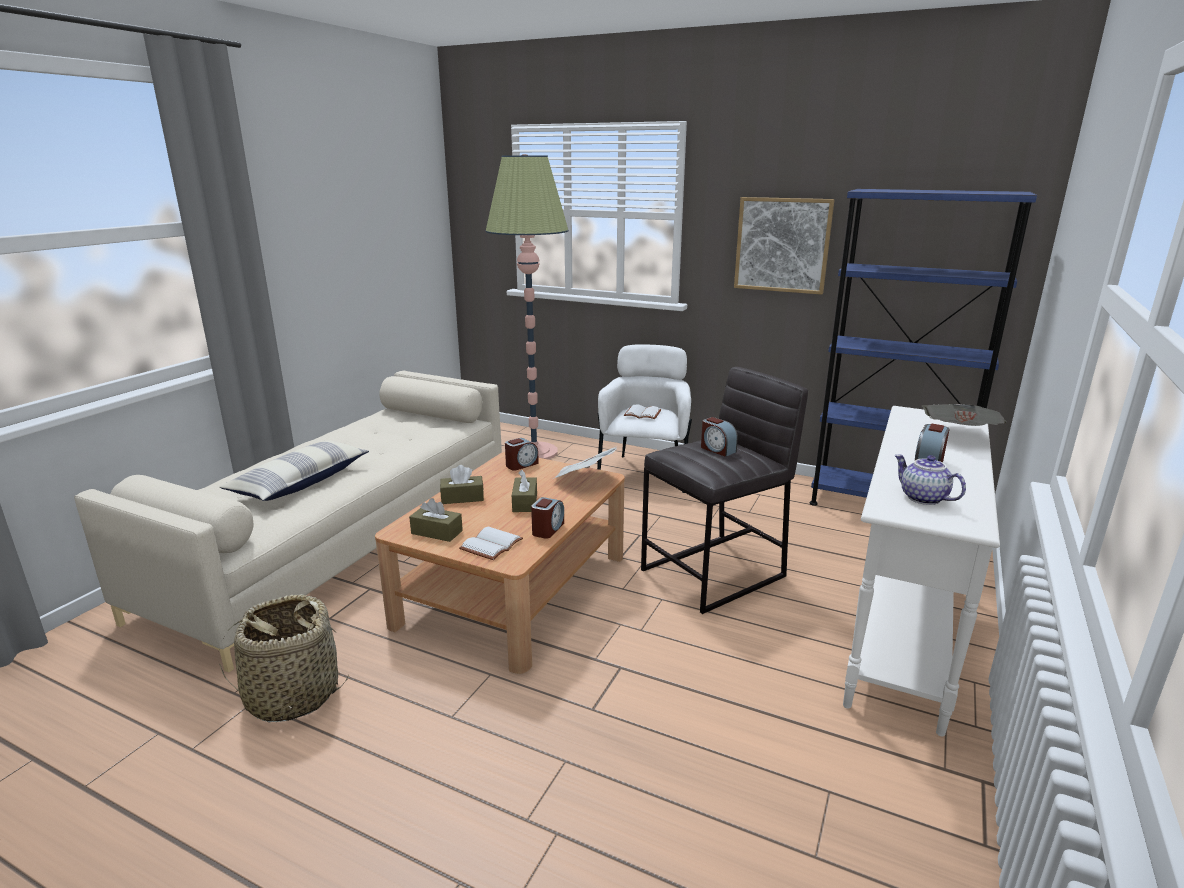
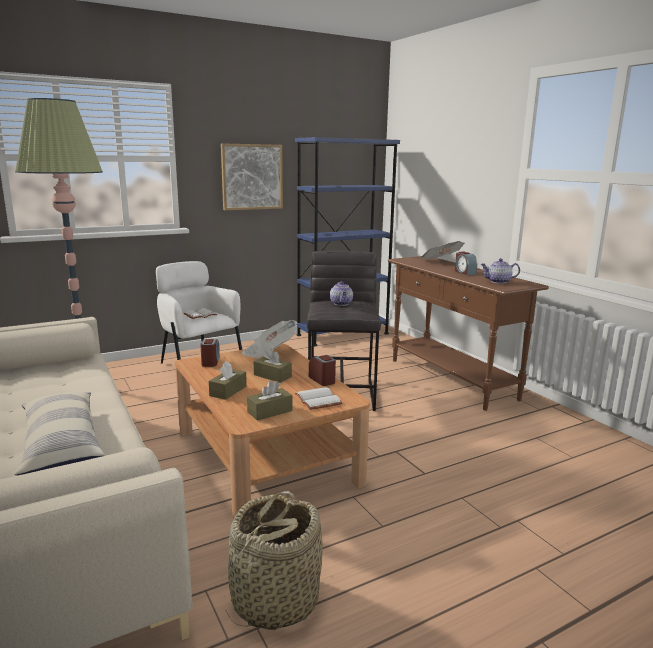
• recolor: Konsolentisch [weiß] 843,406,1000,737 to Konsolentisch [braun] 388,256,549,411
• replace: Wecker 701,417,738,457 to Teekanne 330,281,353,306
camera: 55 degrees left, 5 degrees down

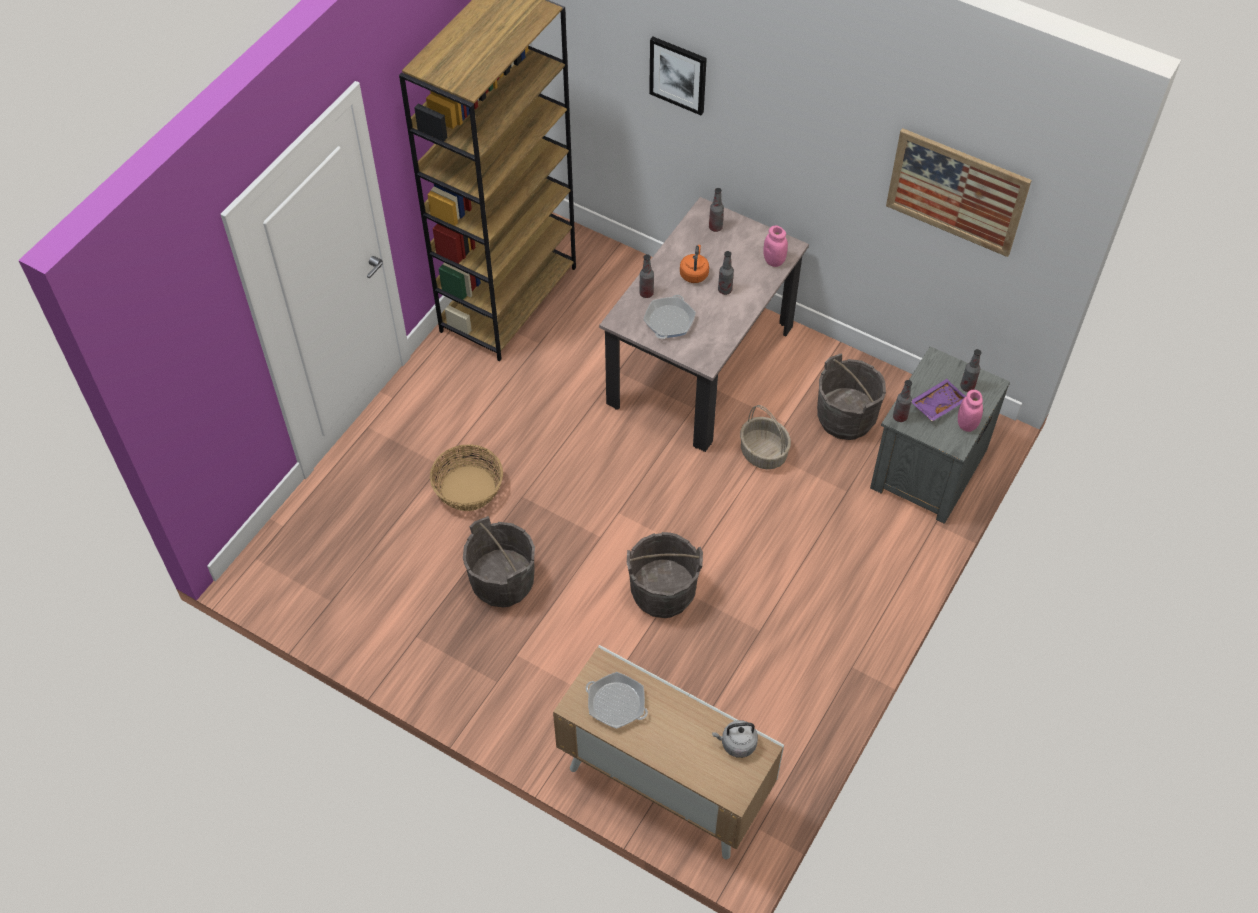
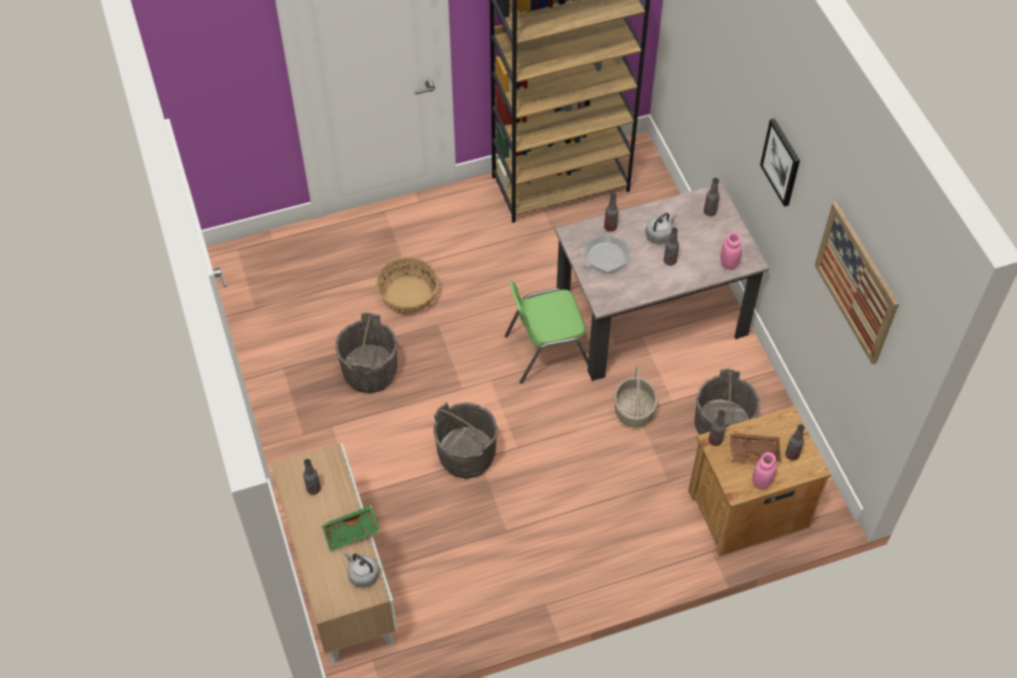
• move: Bild 649,37,707,115 to 760,118,800,207
• recolor: Wasserkessel [orange] 680,245,709,283 to Wasserkessel [grau] 646,213,677,244
• recolor: Nachttisch [grau] 870,346,1010,524 to Nachttisch [braun] 688,406,831,556
• recolor: Tablett [lila] 911,379,966,421 to Tablett [braun] 730,433,782,464
• replace: Pfanne 586,672,648,729 to Flasche 303,459,321,495
• insert: Stuhl [grün] 505,280,588,384
• insert: Tablett [grün] 322,505,380,551
camera: 40 degrees right, 0 degrees up

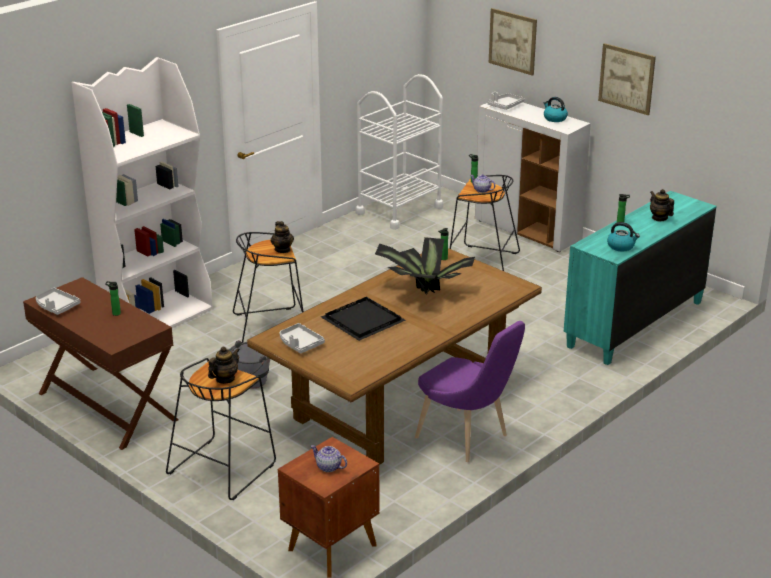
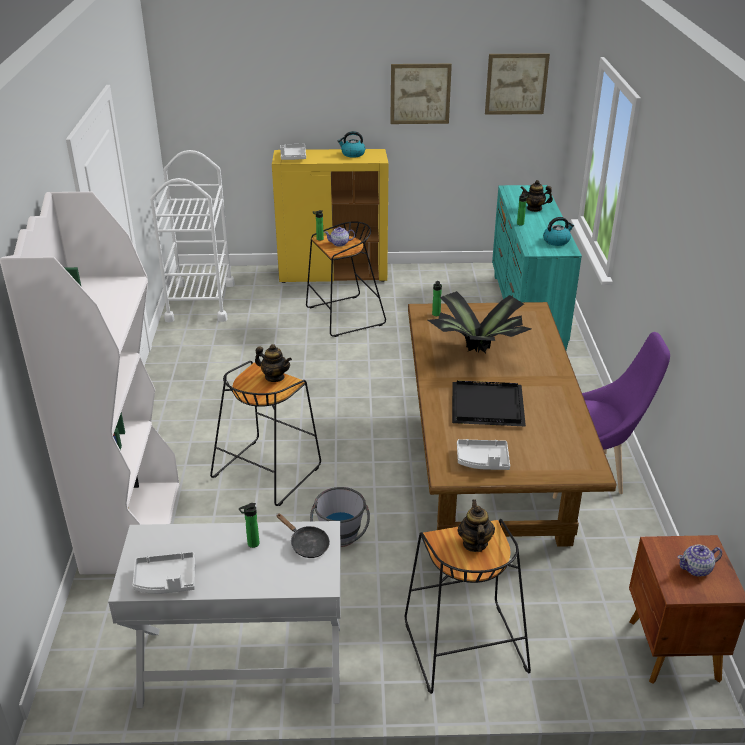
• move: Bild 489,8,537,76 to 485,53,550,115
• recolor: Schrank [weiß] 475,102,591,252 to Schrank [gelb] 272,149,389,283
• recolor: Konsolentisch [braun] 23,277,179,450 to Konsolentisch [weiß] 108,521,341,708
• insert: Pfanne [schwarz] 276,513,330,558
camera: 45 degrees left, 5 degrees up

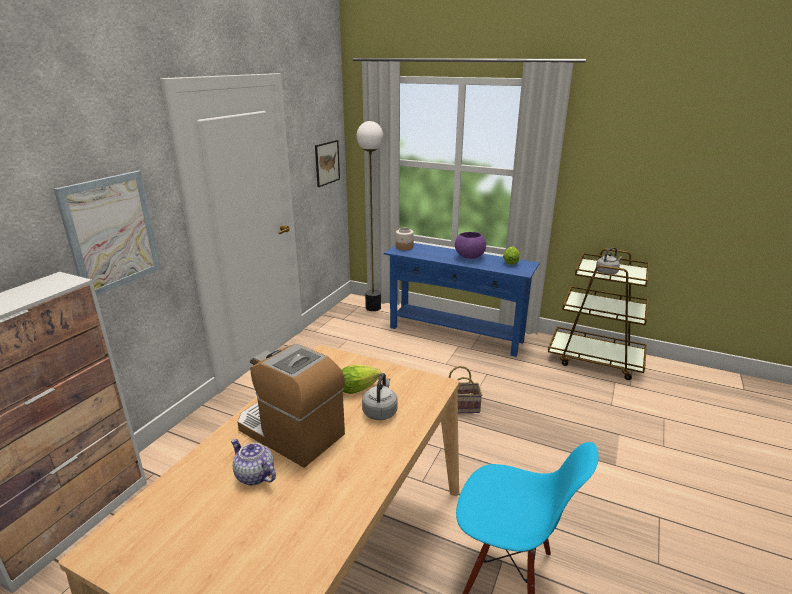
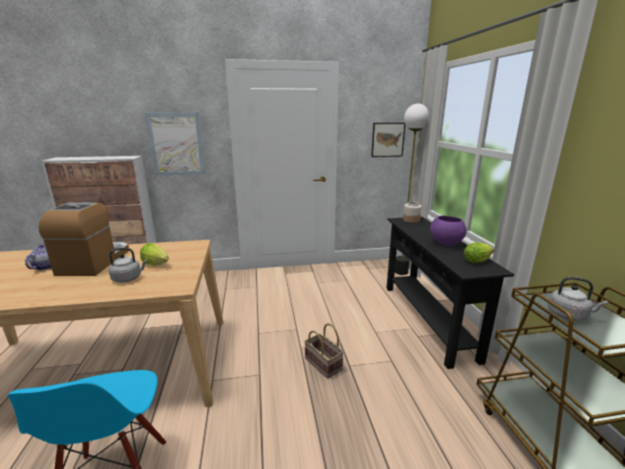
• recolor: Konsolentisch [blau] 384,243,540,357 to Konsolentisch [schwarz] 386,217,514,369
camera: 55 degrees right, 5 degrees down

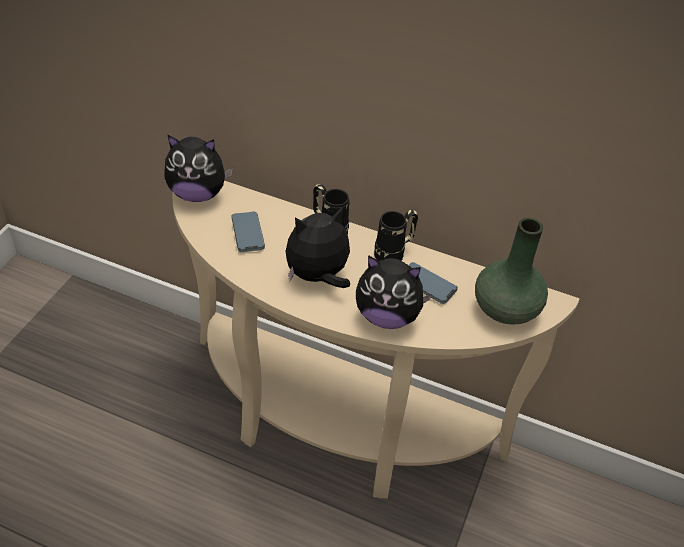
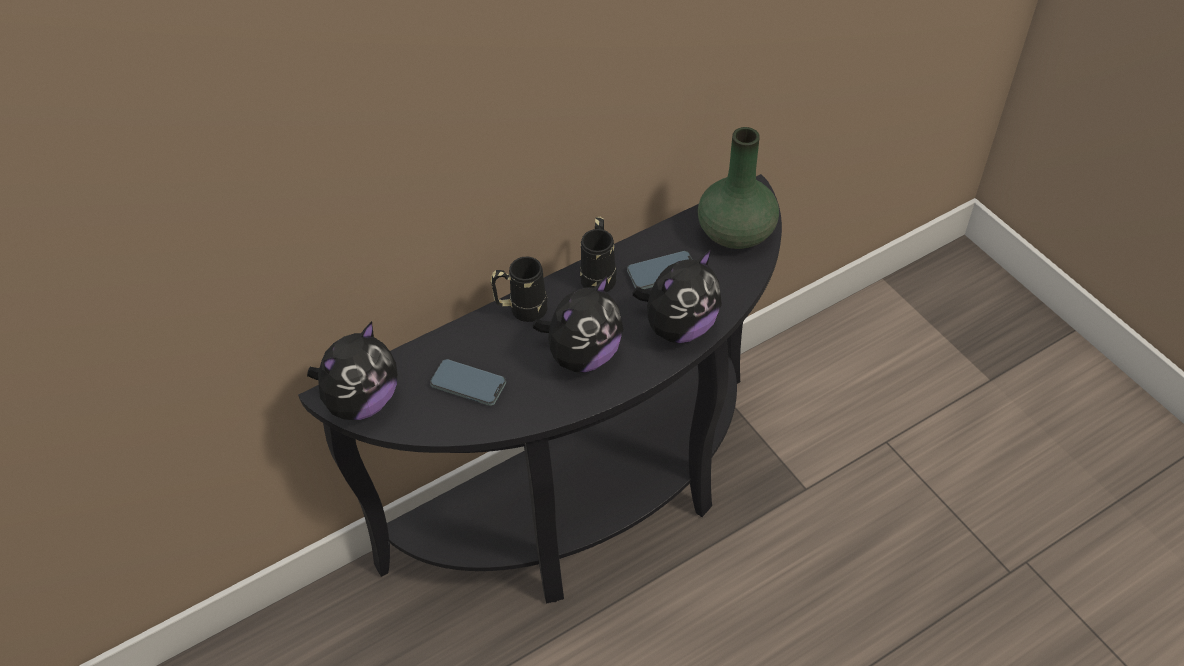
• recolor: Konsolentisch [beige] 172,181,580,499 to Konsolentisch [schwarz] 298,174,782,603
• rotate: Plüschtier 285,207,350,288 = 532,275,623,372 150 degrees counterclockwise
camera: 50 degrees left, 5 degrees up

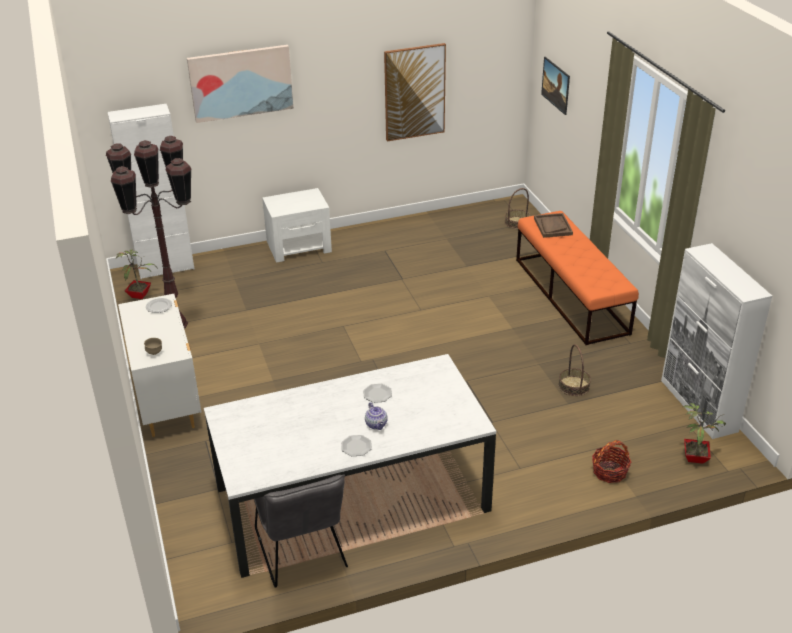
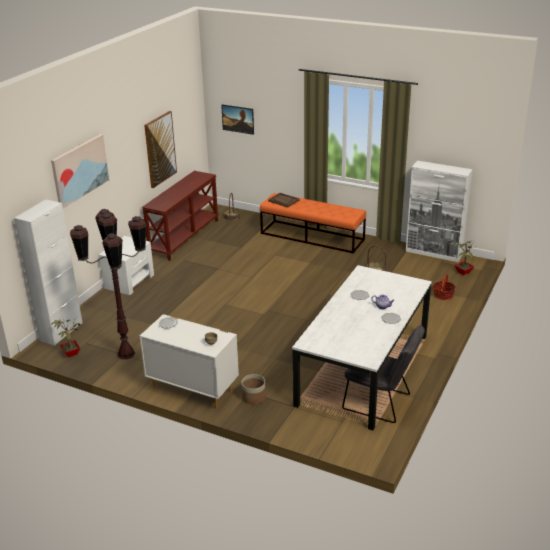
• insert: Konsolentisch [braun] 142,171,219,261
• insert: Pflanzkübel 241,374,266,404
camera: 45 degrees left, 5 degrees down

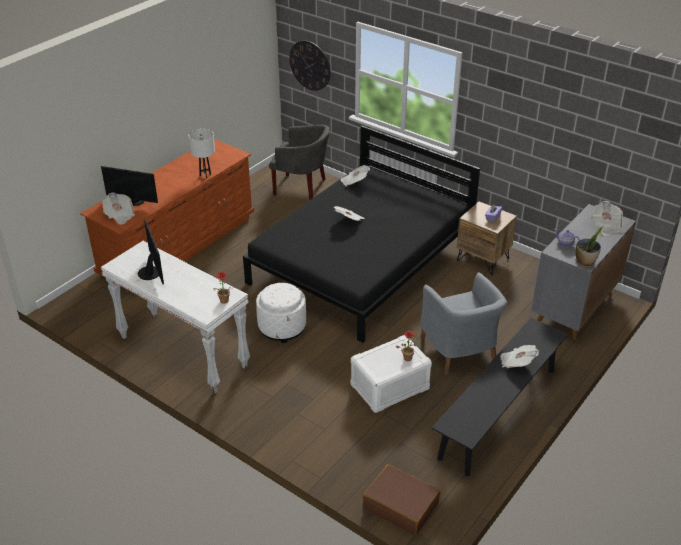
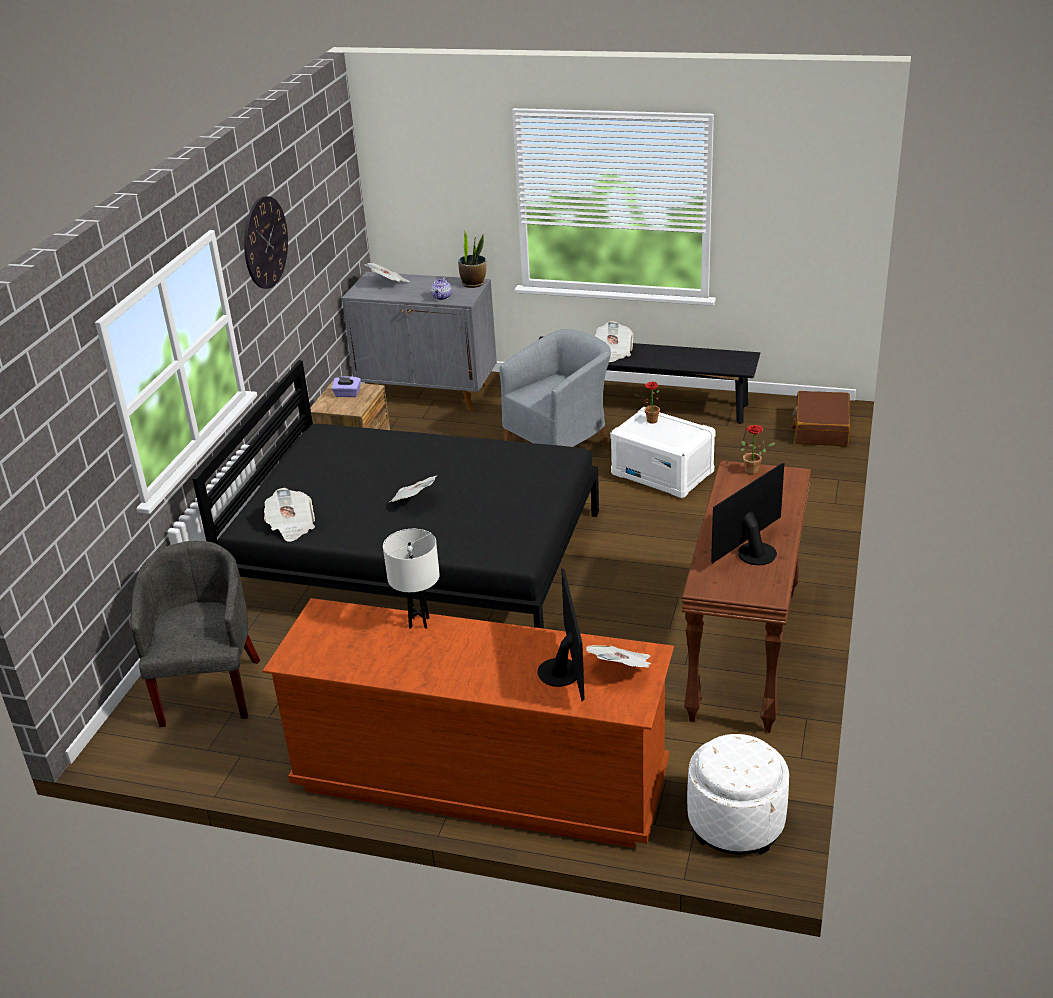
• move: Wanduhr 289,40,331,91 to 244,196,288,289
• recolor: Konsolentisch [weiß] 101,241,250,393 to Konsolentisch [braun] 682,461,811,733
• move: Polsterhocker [weiß] 256,283,306,343 to 687,734,789,855
camera: 110 degrees left, 5 degrees down

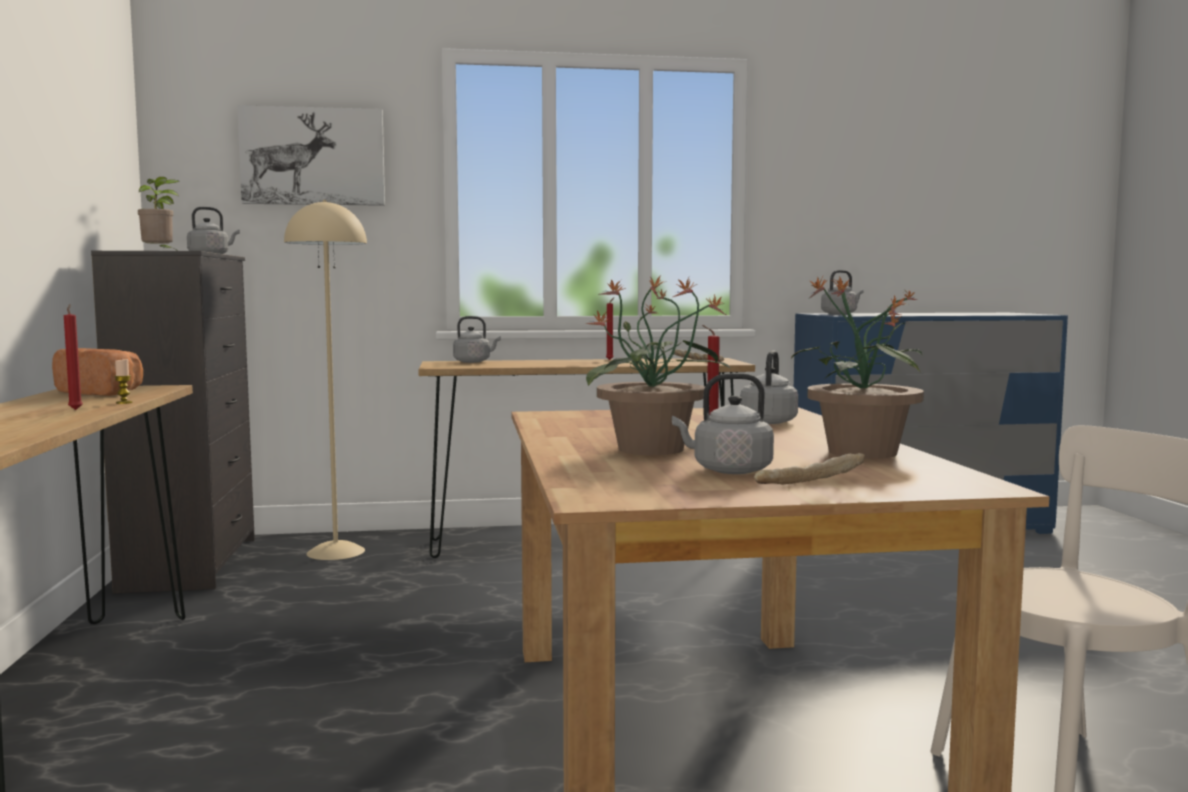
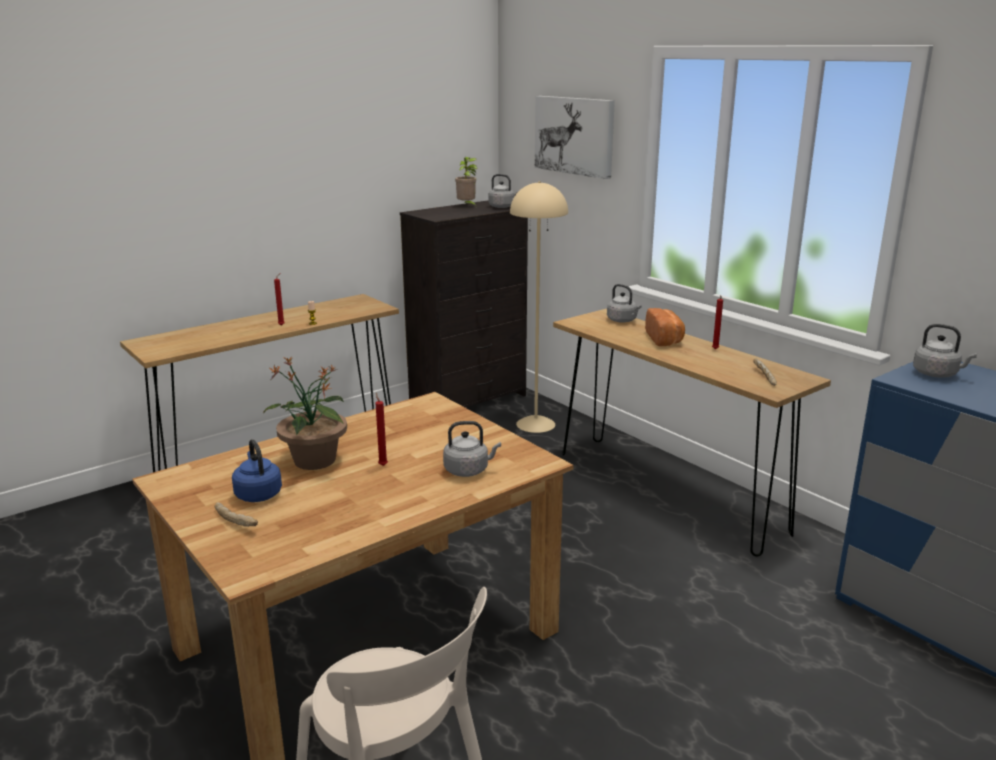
• delete: Topfpflanze 790,276,924,459
• move: Brot 52,348,143,396 to 645,308,685,346
• recolor: Wasserkessel [grau] 672,373,774,474 to Wasserkessel [blau] 232,439,282,502
camera: 60 degrees right, 15 degrees up

